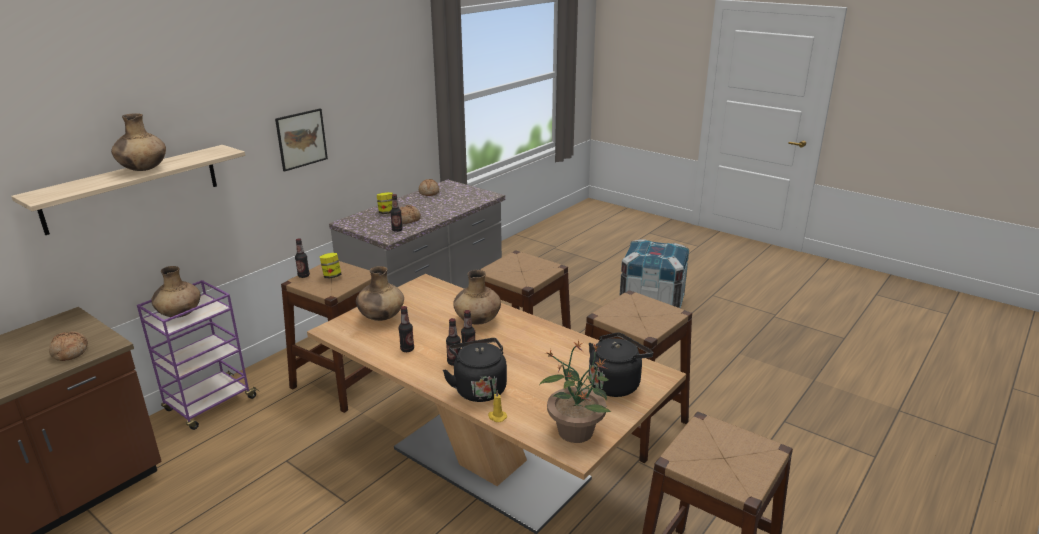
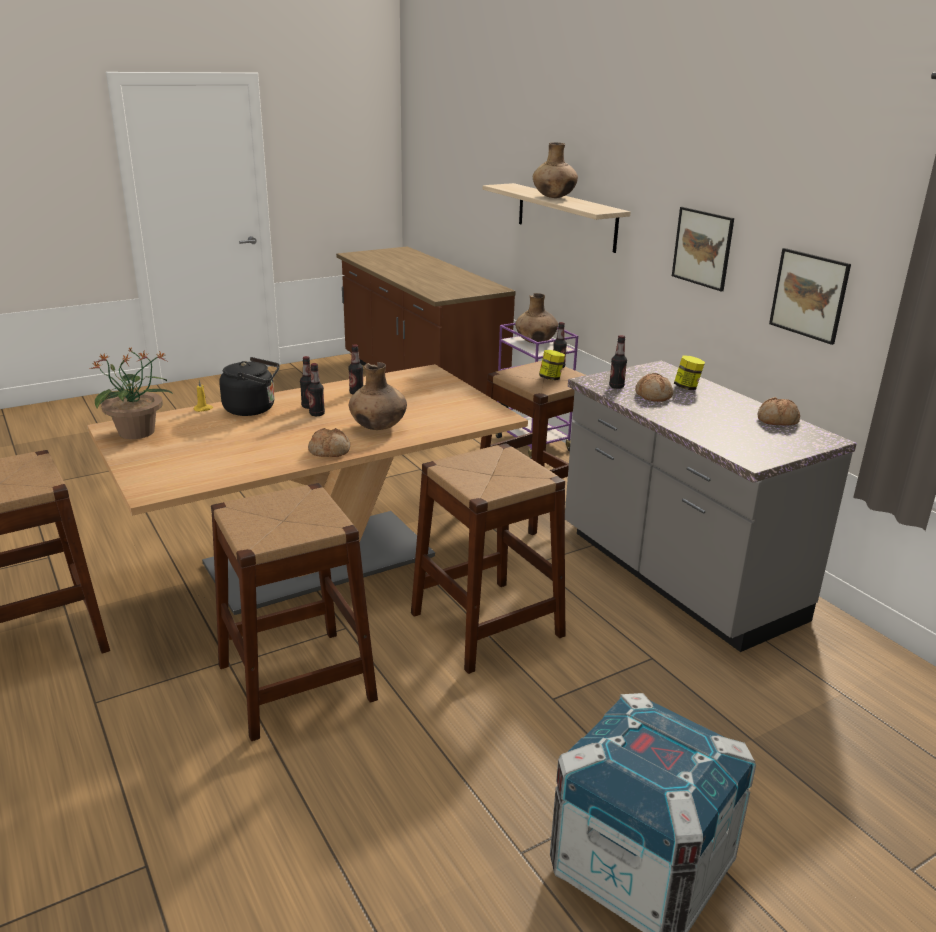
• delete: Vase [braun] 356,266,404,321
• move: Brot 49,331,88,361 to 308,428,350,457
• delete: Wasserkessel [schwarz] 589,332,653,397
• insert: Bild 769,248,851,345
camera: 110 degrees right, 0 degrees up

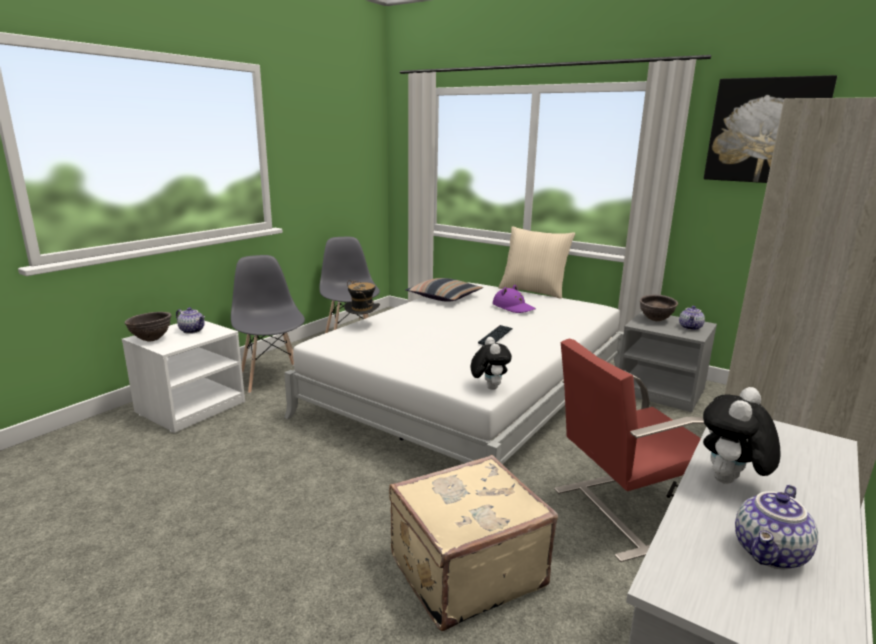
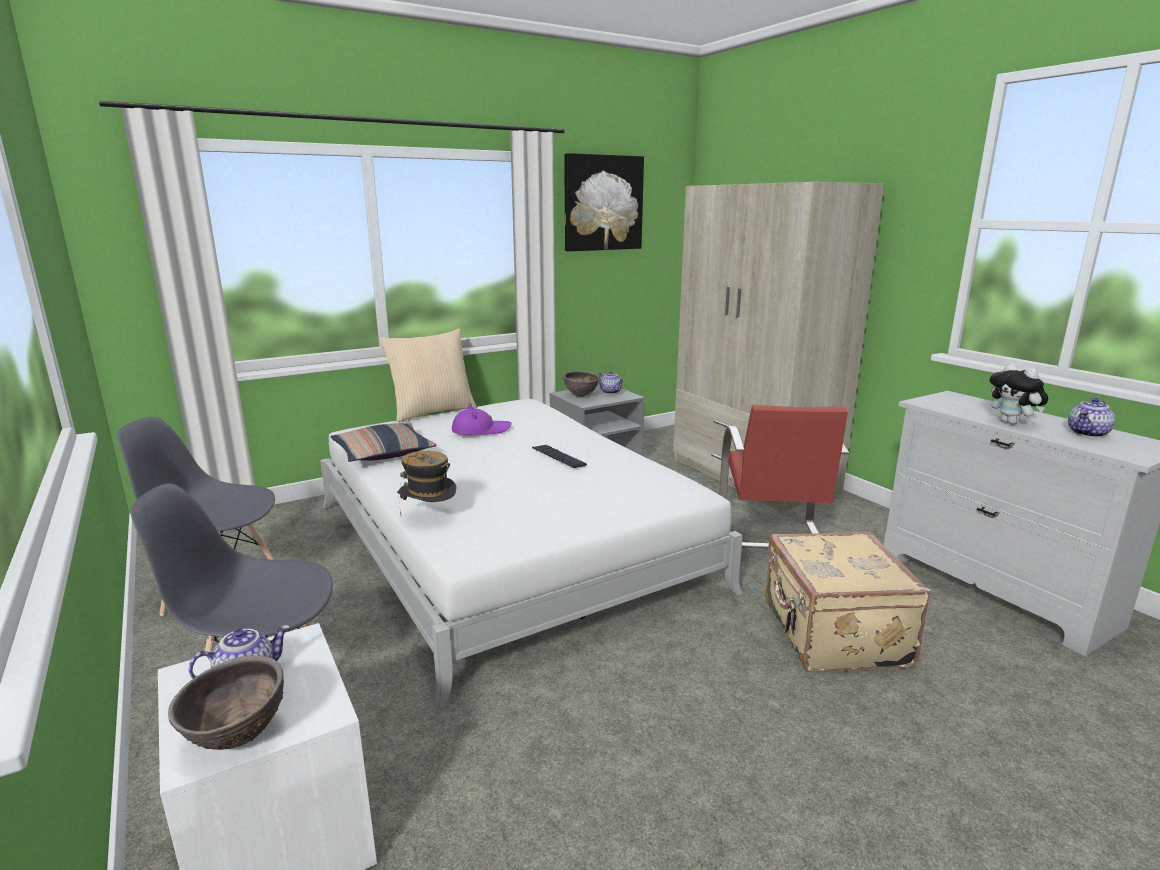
• delete: Plüschtier 471,337,512,390
• rotate: Teekanne 735,485,818,569 = 1068,398,1115,438 75 degrees clockwise
camera: 65 degrees left, 0 degrees up

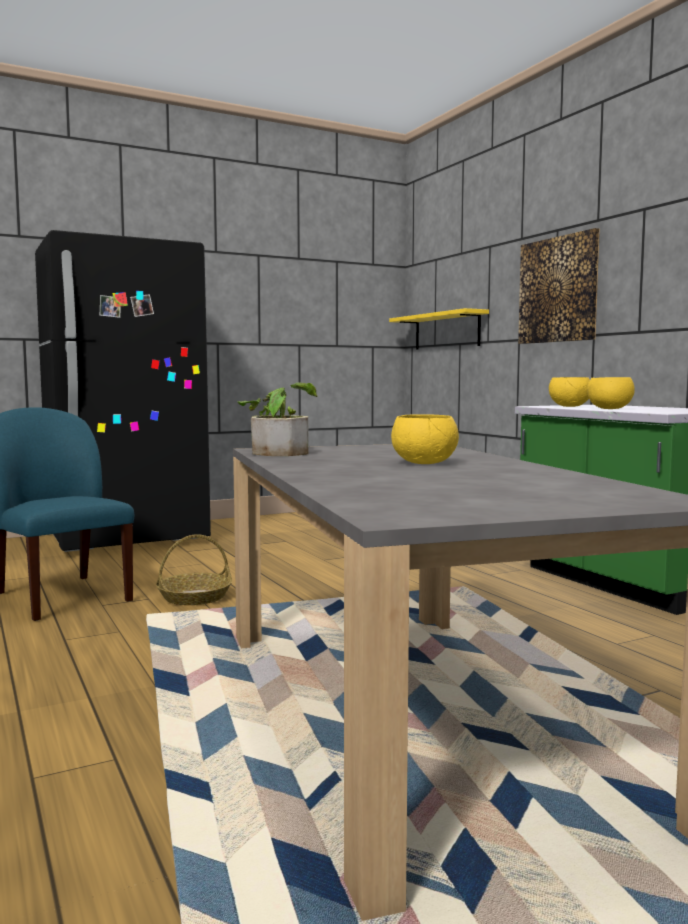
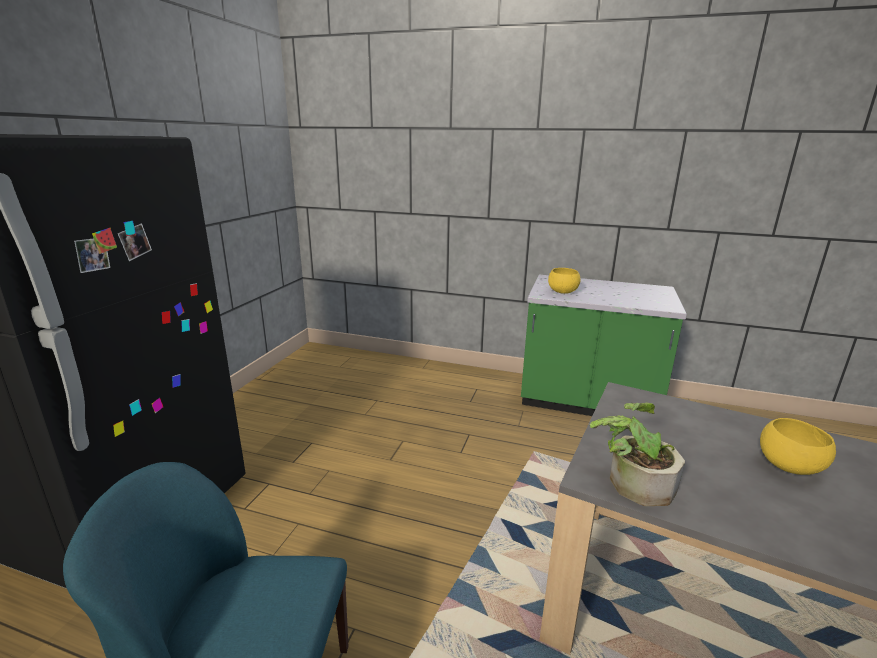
• delete: Bild 518,228,600,344
• delete: Wandregal [gelb] 389,308,489,350
• delete: Schüssel [gelb] 587,377,635,409
• delete: Korb 156,534,232,605
camera: 45 degrees left, 15 degrees up

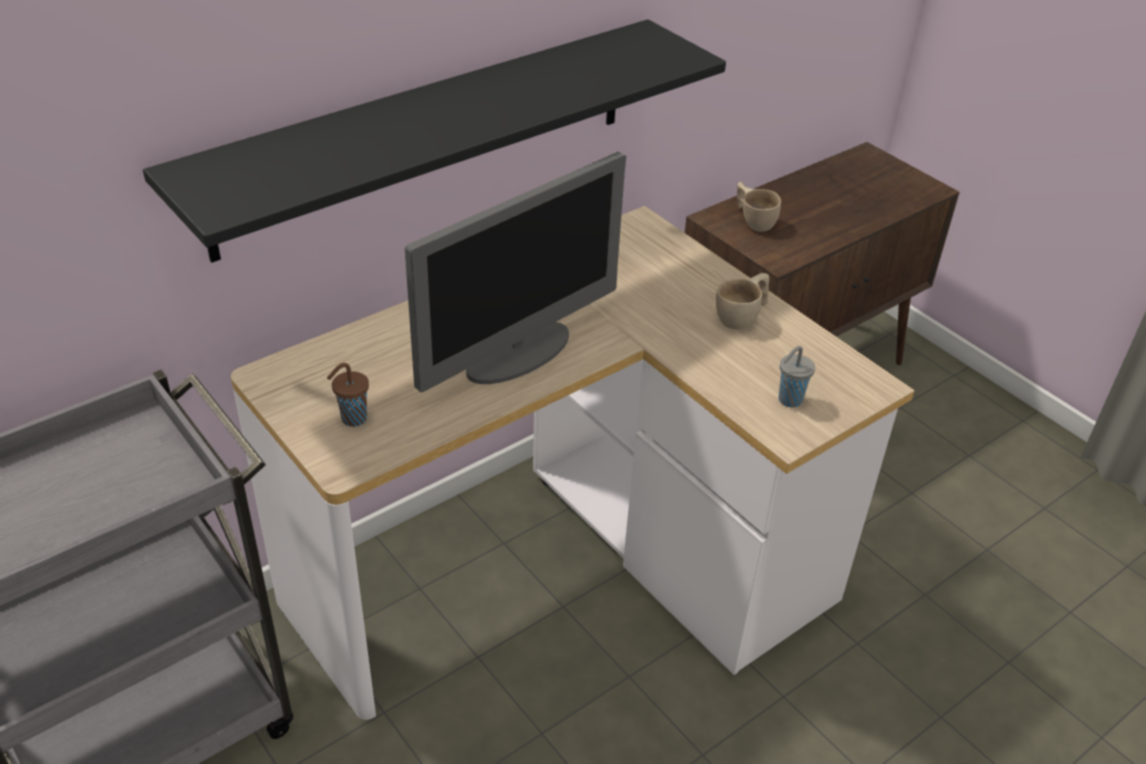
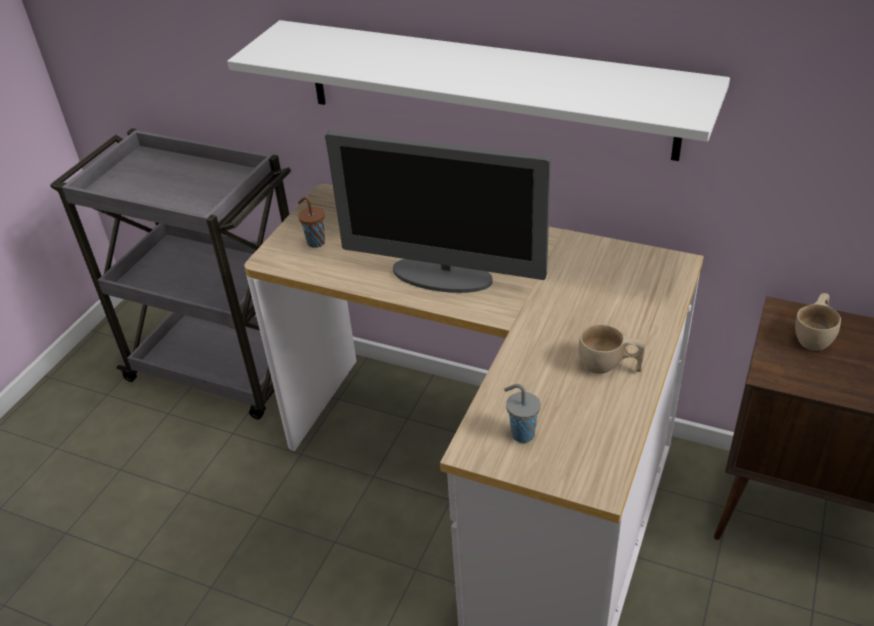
• recolor: Wandregal [schwarz] 143,19,726,263 to Wandregal [weiß] 227,20,730,161
camera: 65 degrees right, 0 degrees up

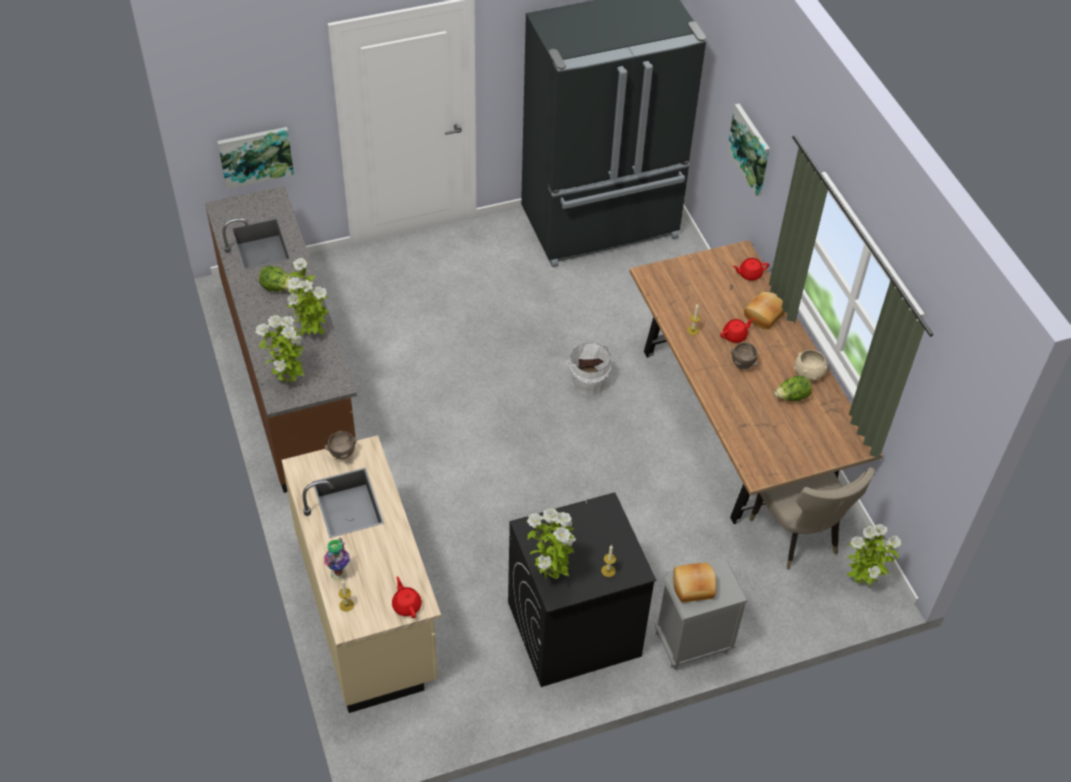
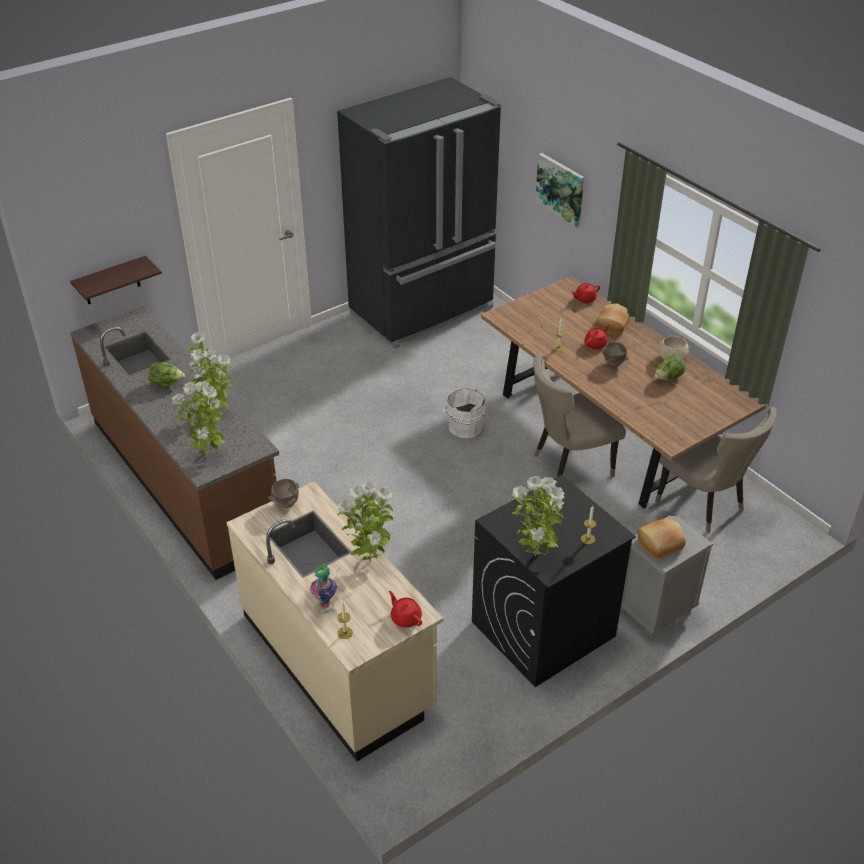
• replace: Bild 217,127,294,189 to Wandregal 70,256,162,304
• move: Topfpflanze 847,524,902,586 to 338,481,393,562
• insert: Stuhl [beige] 534,353,626,477
camera: 15 degrees left, 10 degrees down

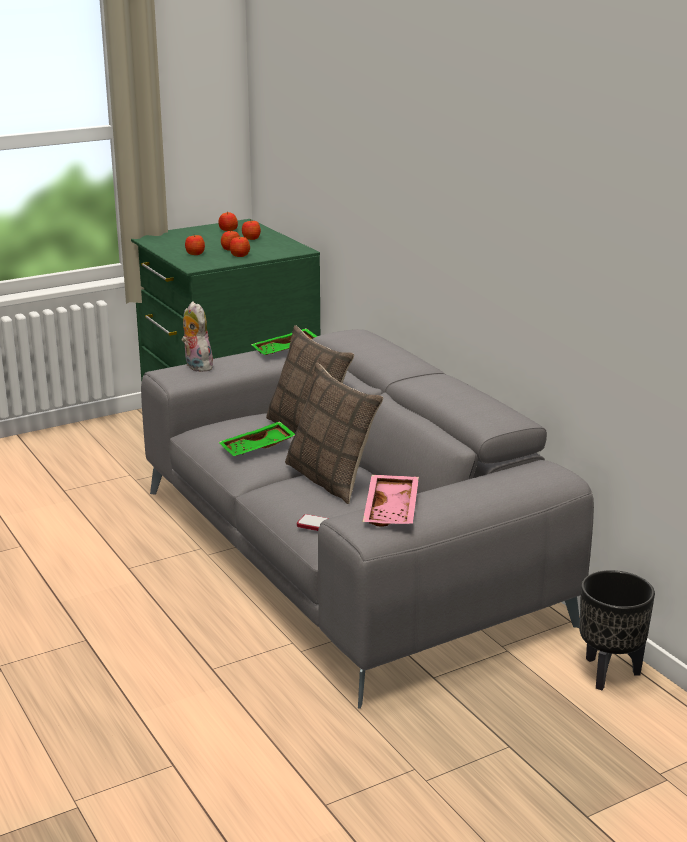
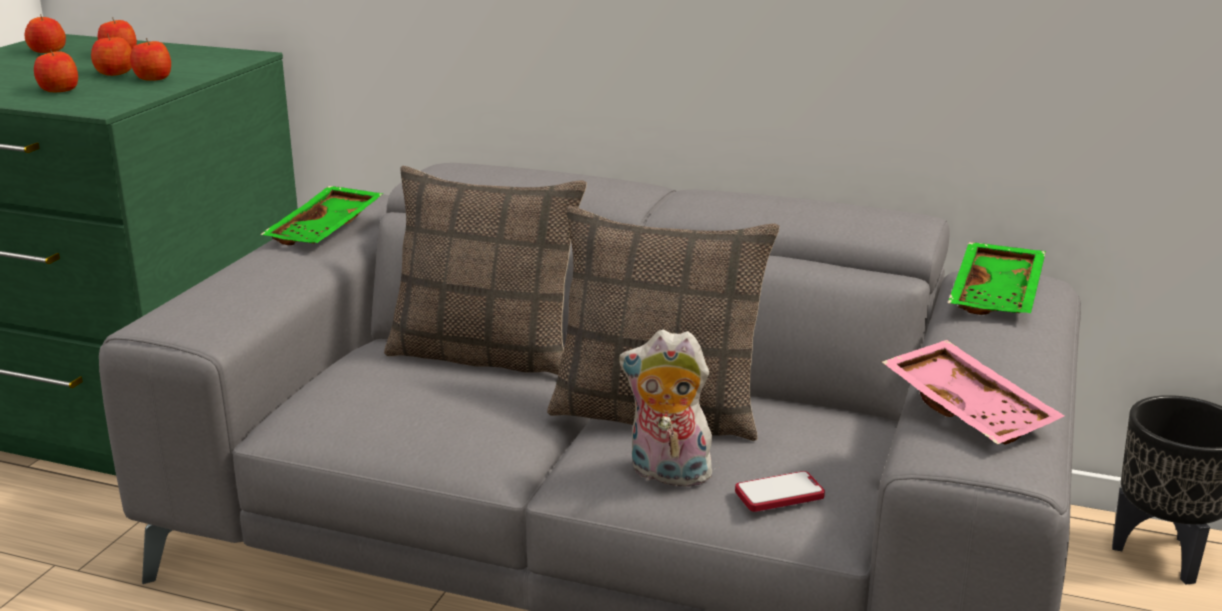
• move: Plüschtier 181,301,213,372 to 619,330,717,487
• move: Tablett [grün] 219,421,295,456 to 948,242,1046,315
camera: 40 degrees left, 0 degrees up

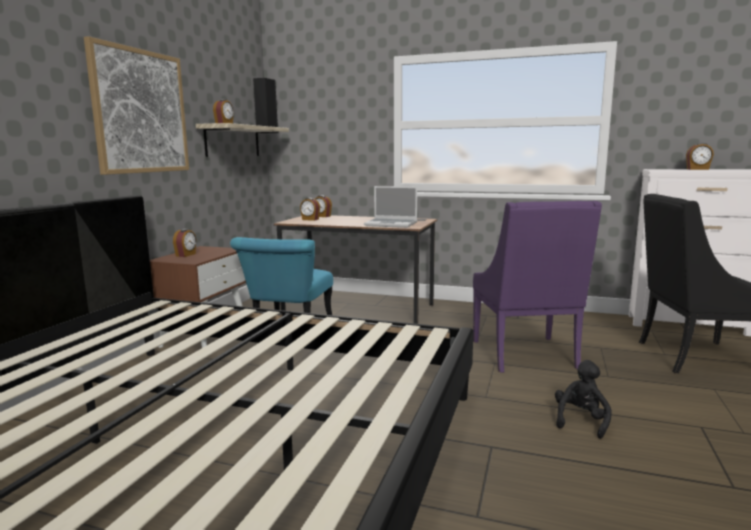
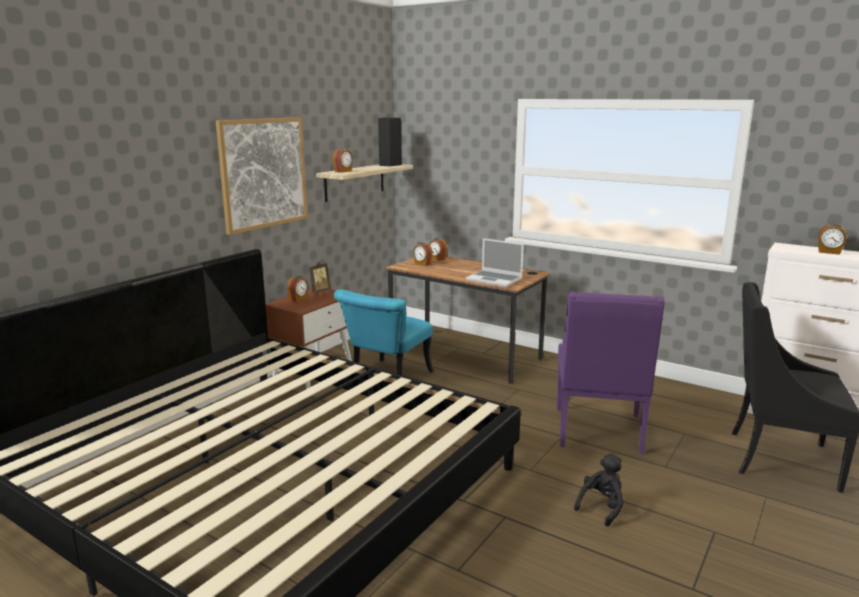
• insert: Bilderrahmen 309,262,331,294
camera: 15 degrees right, 5 degrees up

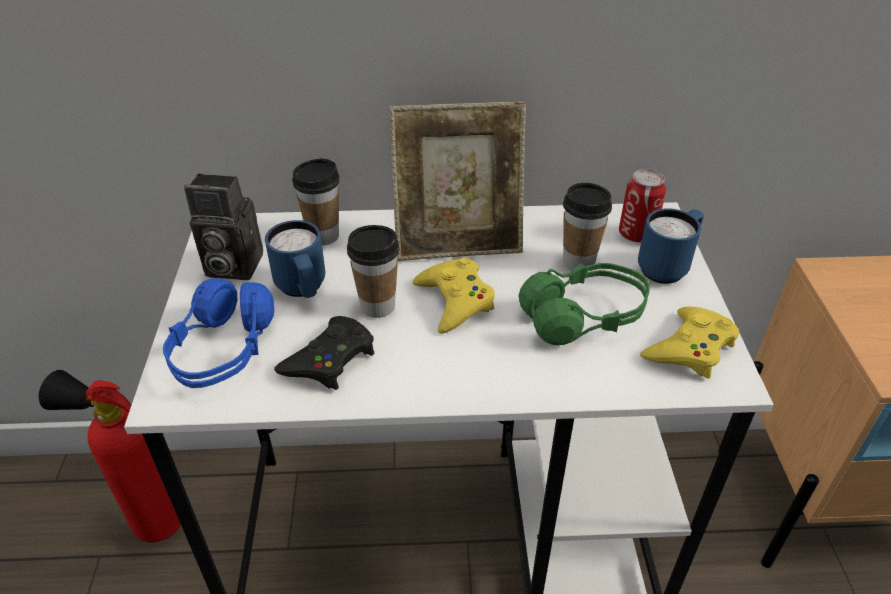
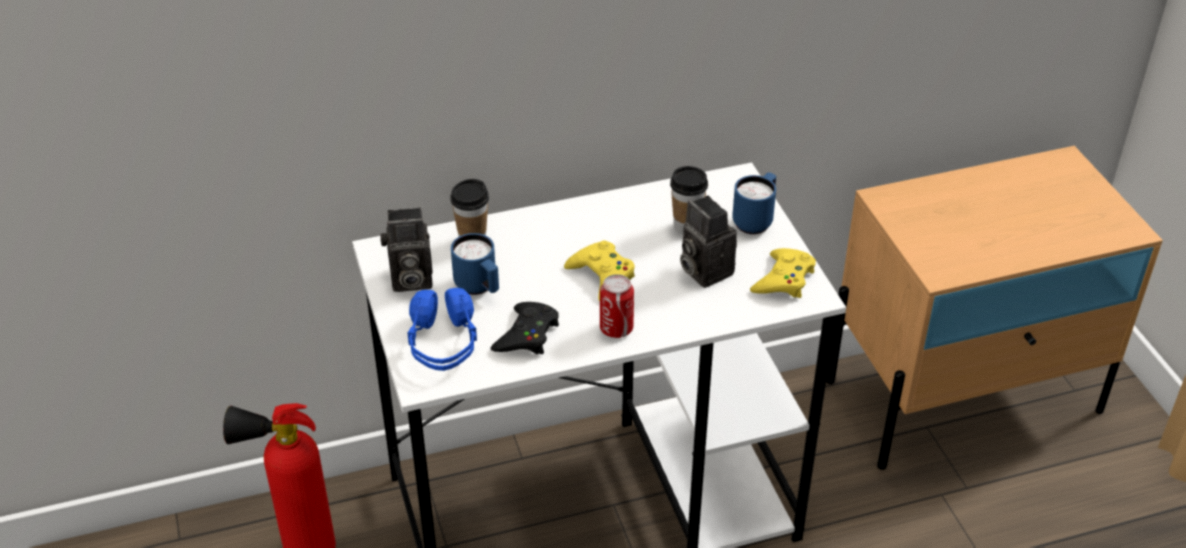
• delete: Bilderrahmen 389,102,526,261
• move: Dose 619,169,666,242 to 600,274,634,338
• delete: Tasse 347,225,399,318
• replace: Kopfhörer [grün] 518,263,650,345 to Kamera 680,196,737,288
camera: 15 degrees left, 0 degrees up

